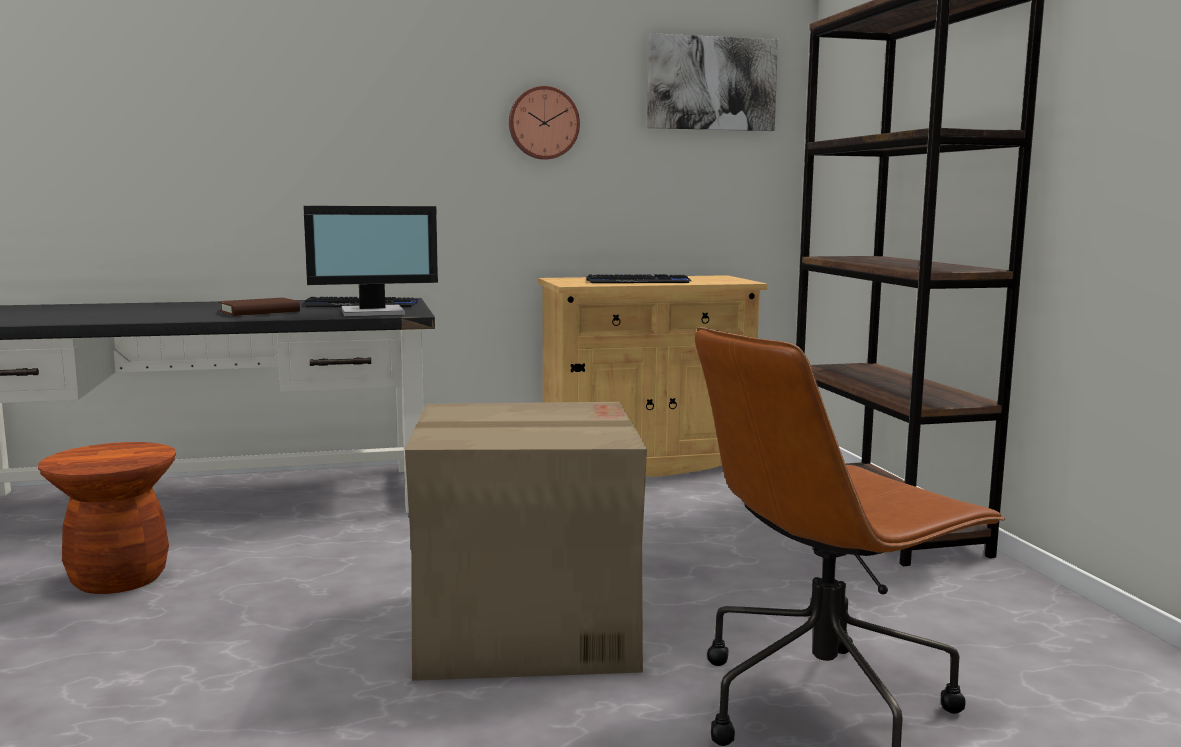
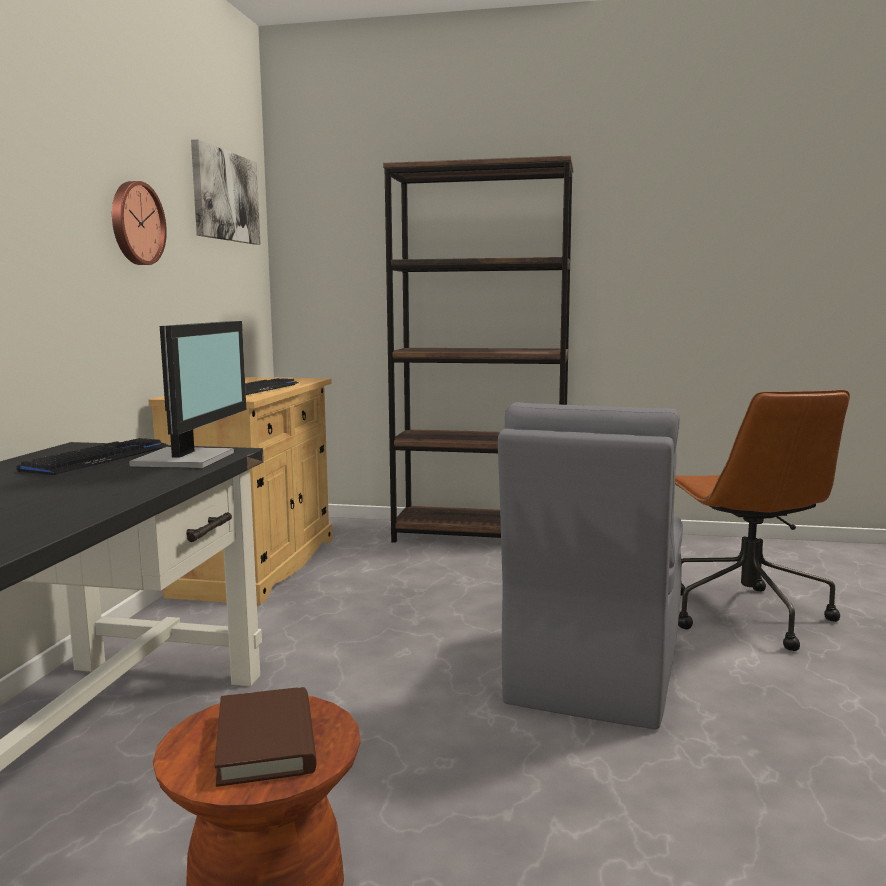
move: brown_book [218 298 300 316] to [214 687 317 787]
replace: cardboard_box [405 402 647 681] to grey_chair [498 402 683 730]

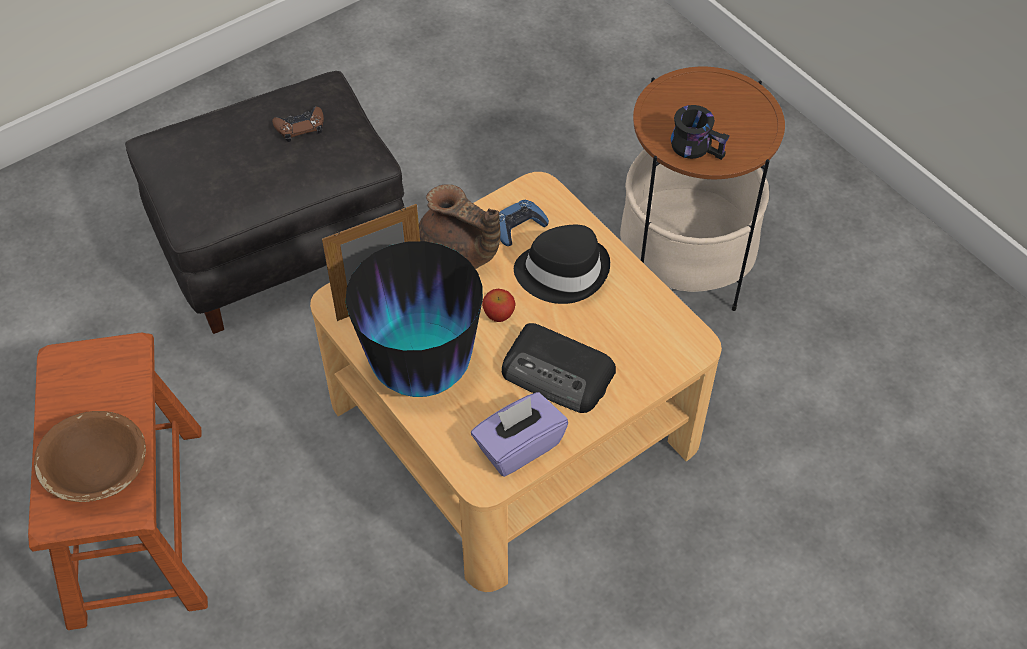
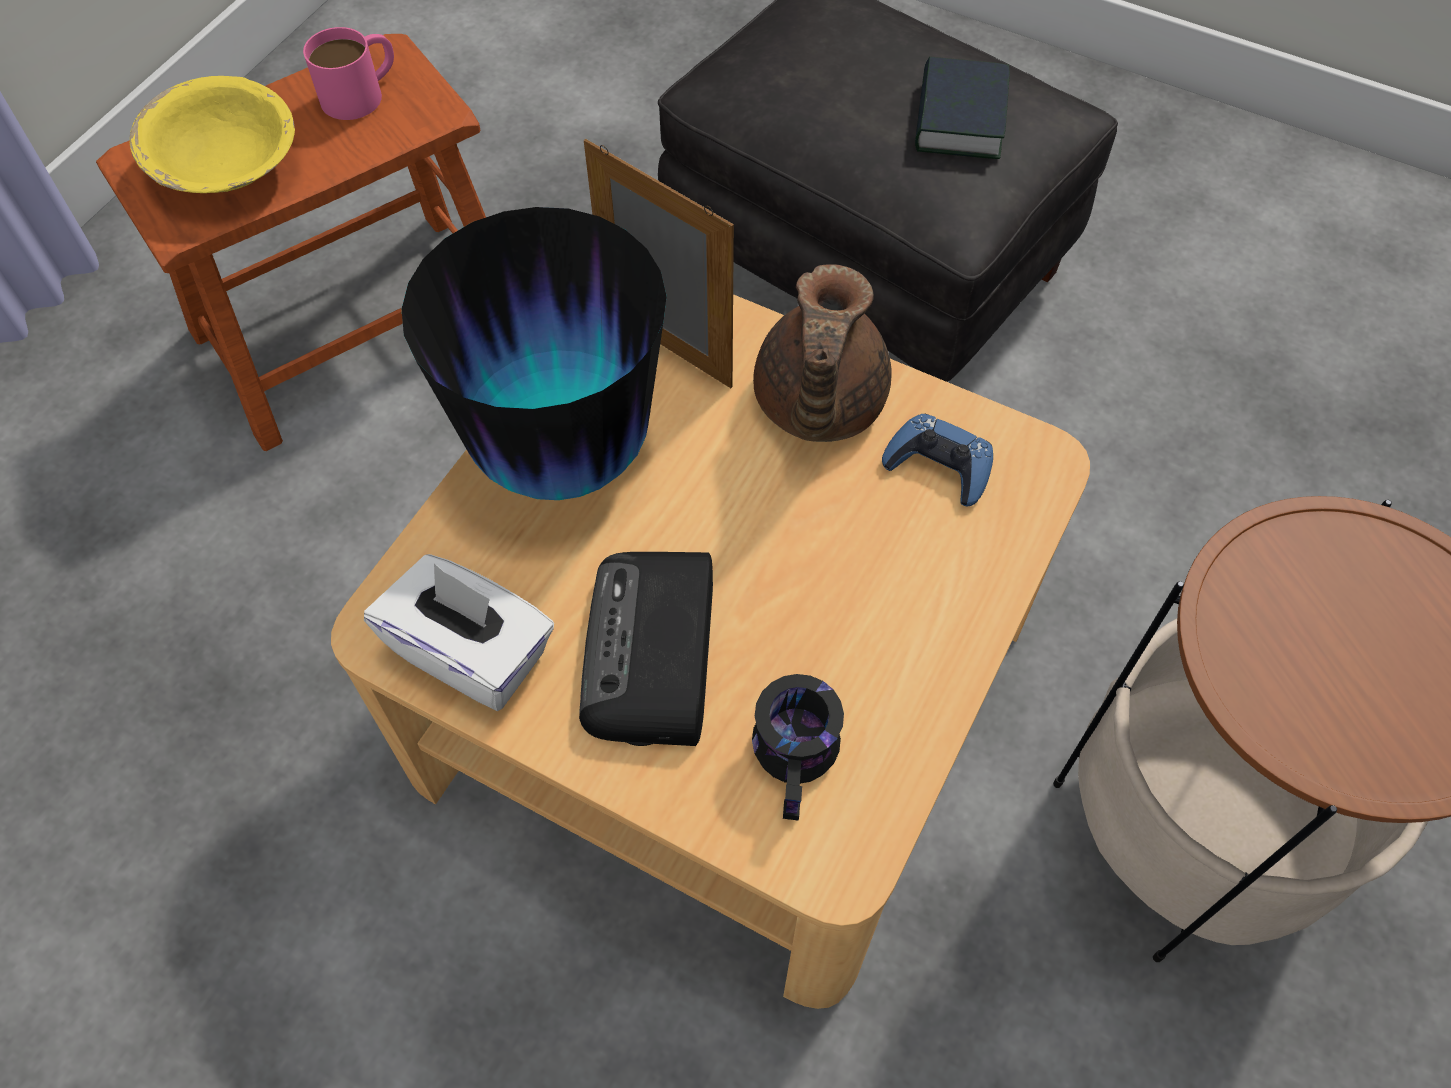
delete: apple [482 289 515 322]; black_hat [514 225 610 304]
insert: pink_mug [303 27 394 120]
move: black_mug [670 105 729 160] to [752 674 844 821]
replace: brown_game_controller [272 107 324 142] to book [915 57 1010 159]
recolor: brown_bowl [34 411 146 502] to yellow_bowl [130 76 295 193]; purple_tissue_box [471 392 568 477] to white_tissue_box [364 554 554 711]

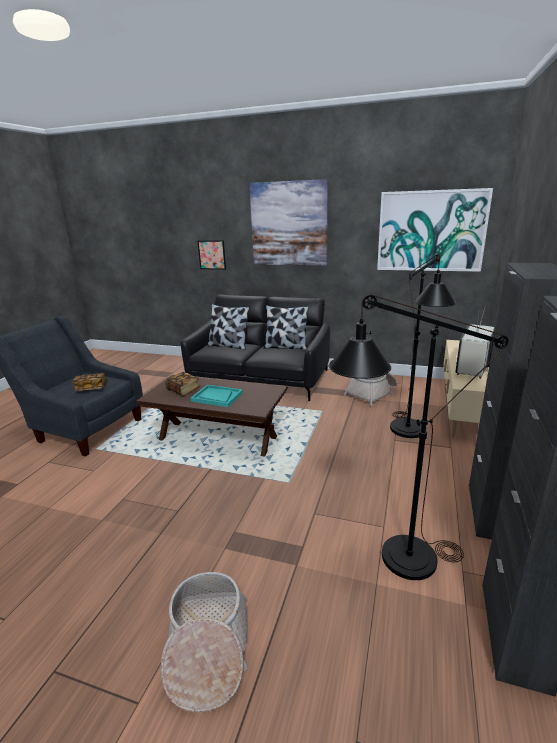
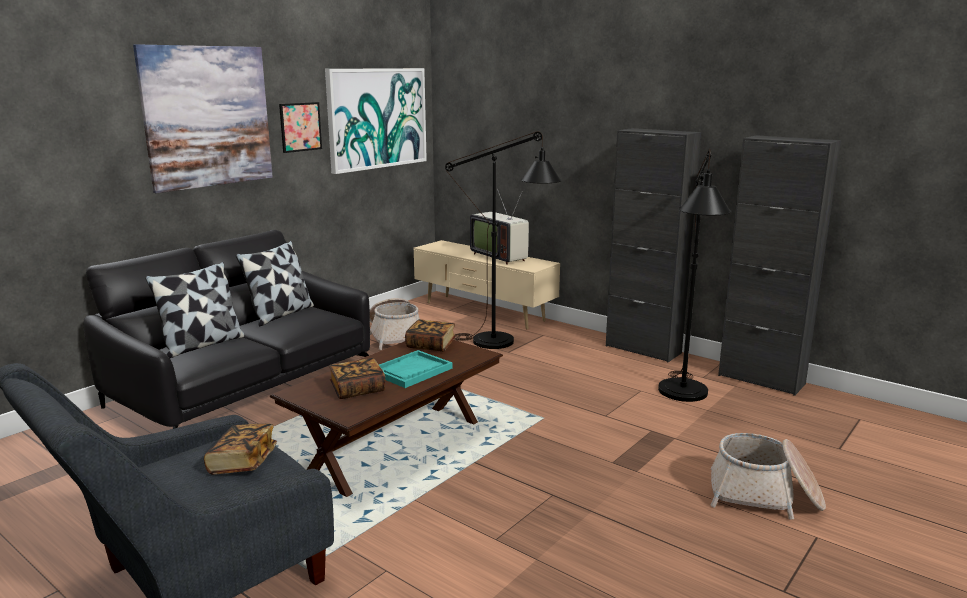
insert: book [405 319 456 352]
move: picture [197 240 226 270] to [279 102 322 153]

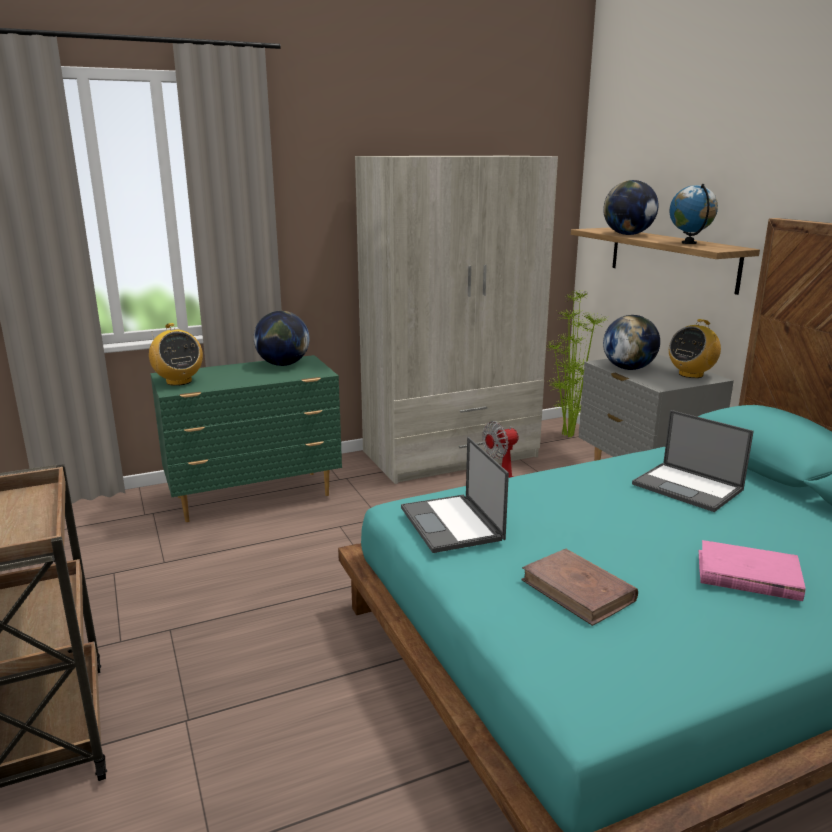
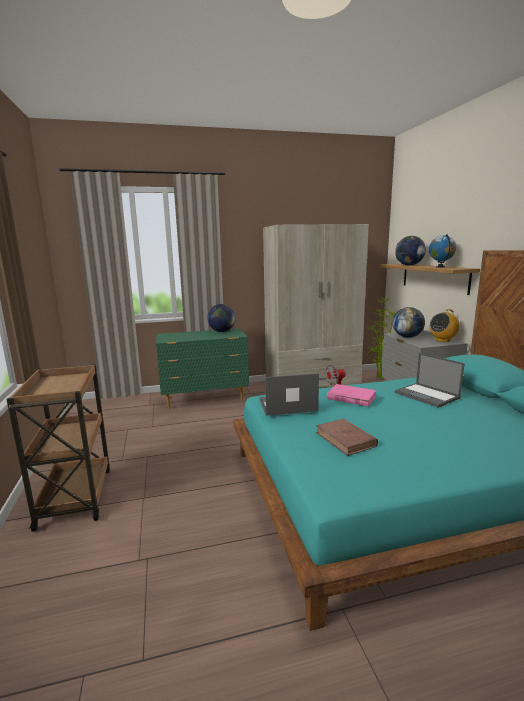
delete: radio [149 323 203 386]
move: pink_book [699 540 806 601] to [327 384 376 407]
rotate: laptop [401 437 509 553] = [259 373 319 416] 90 degrees clockwise

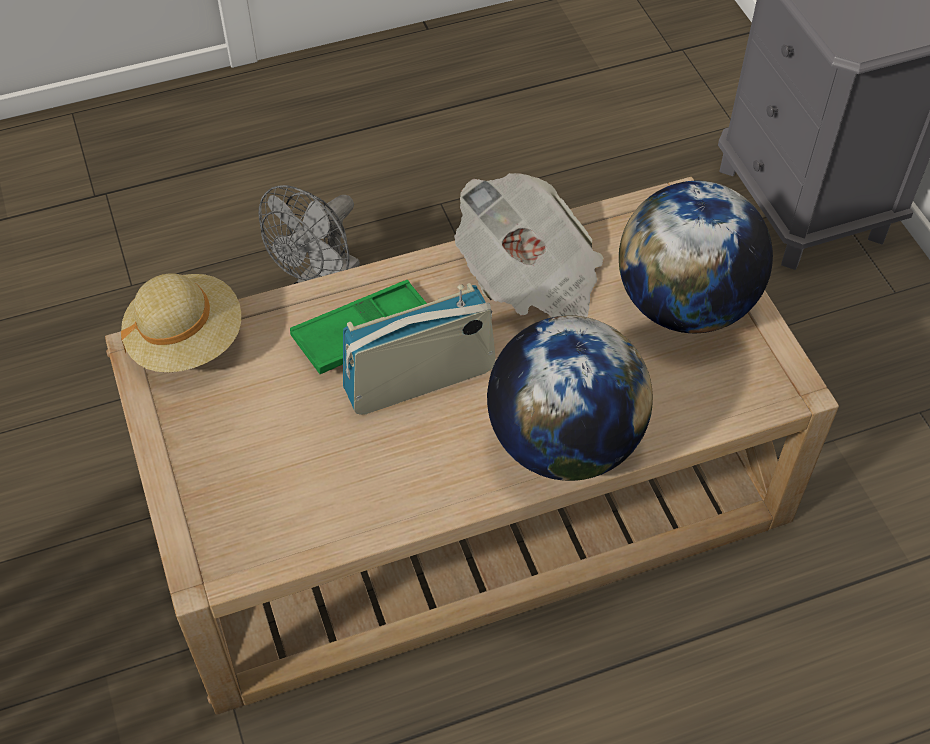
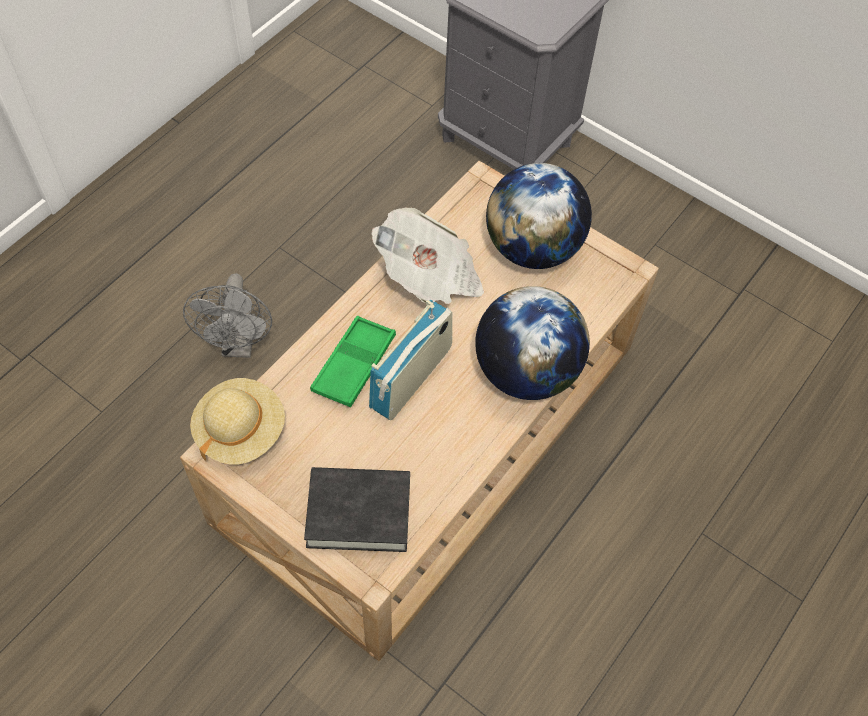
insert: black_book [304 467 410 552]

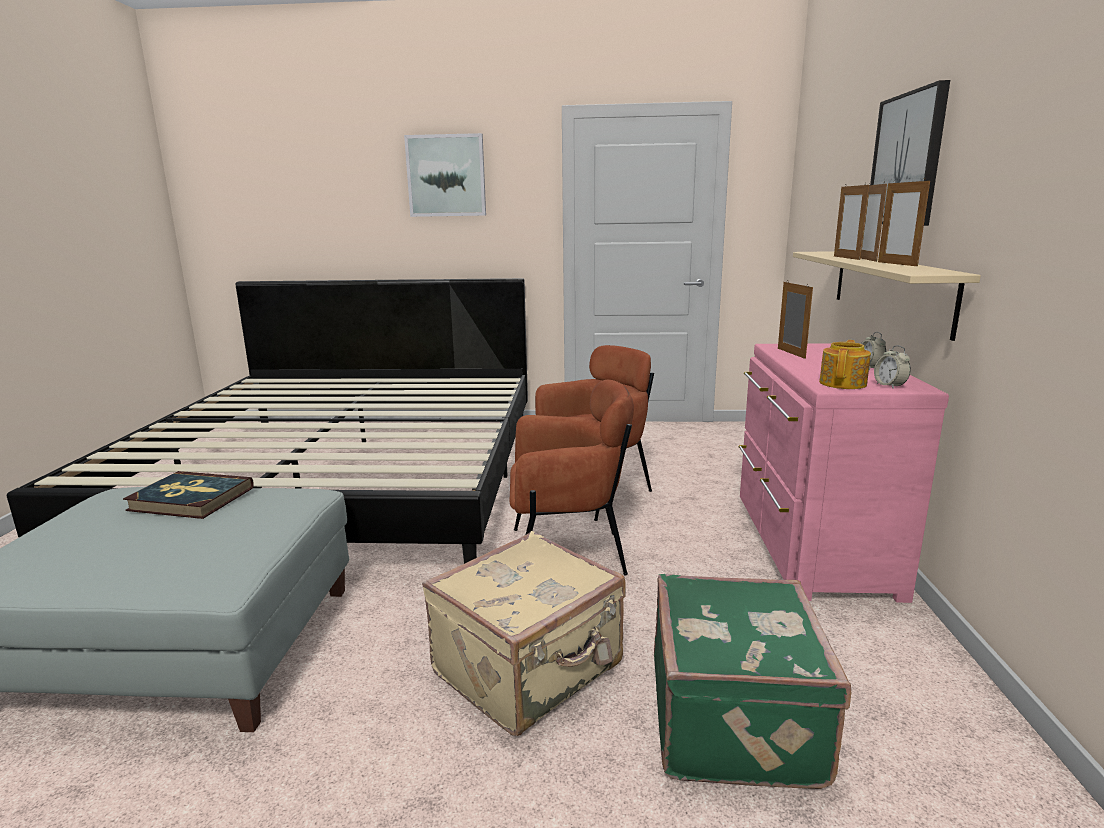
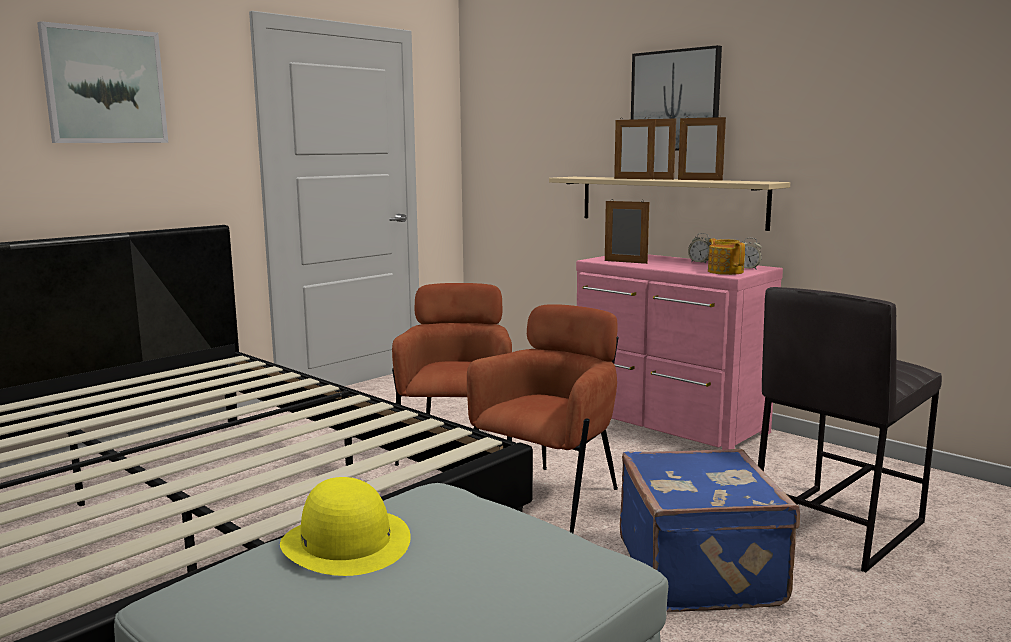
replace: book [123 471 254 519] to yellow_hat [280 477 411 576]; green_suitcase [654 574 851 789] to grey_stool [758 287 942 572]
recolor: beige_suitcase [422 531 626 736] to blue_suitcase [620 449 800 612]

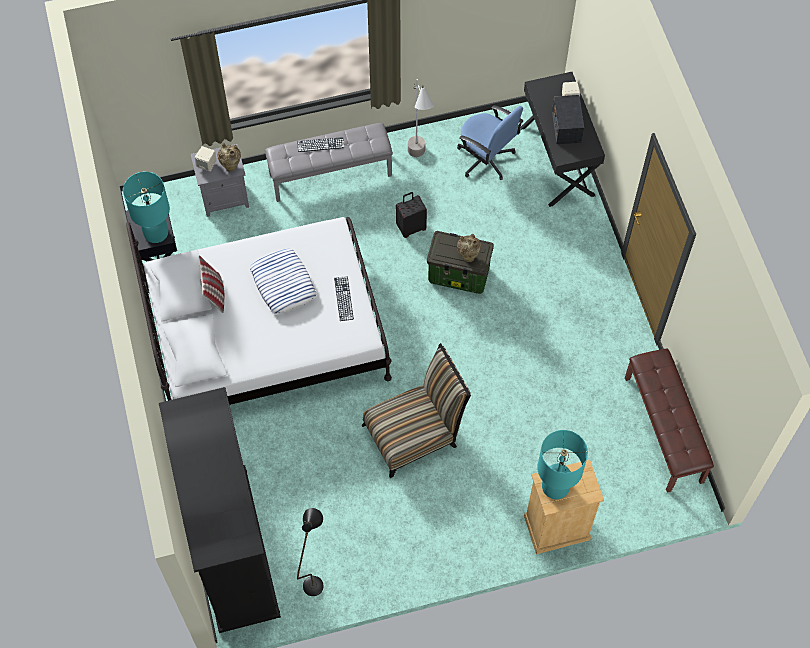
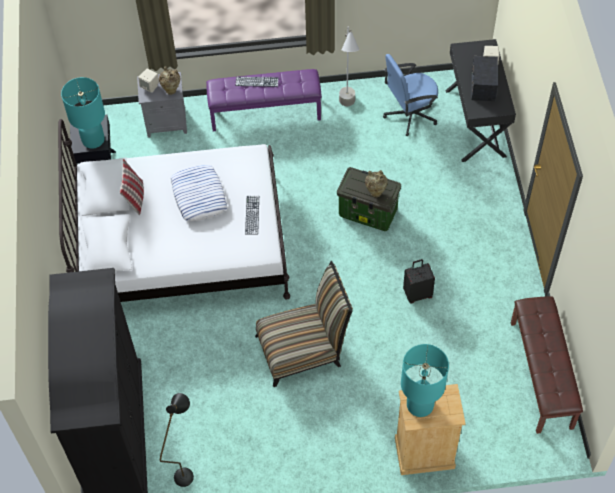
move: black_suitcase [396 192 427 238] to [403 259 435 303]
recolor: grey_bench [265 123 393 202] to purple_bench [206 69 322 132]
rotate: blue_office_chair [457 105 523 180] = [383 54 438 136] 105 degrees clockwise

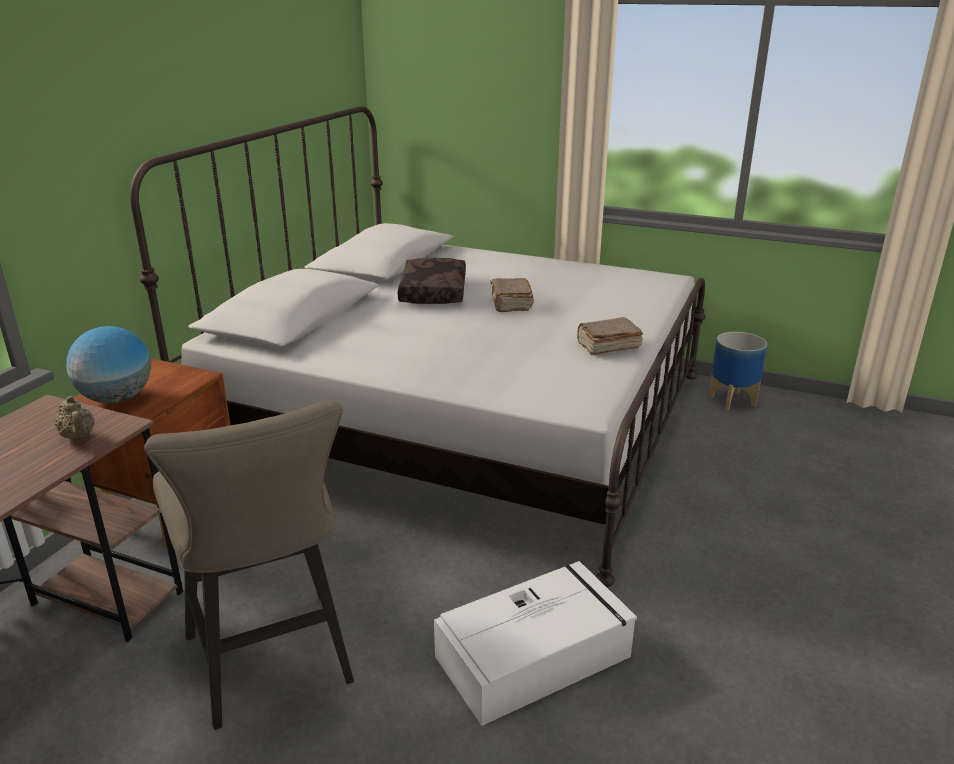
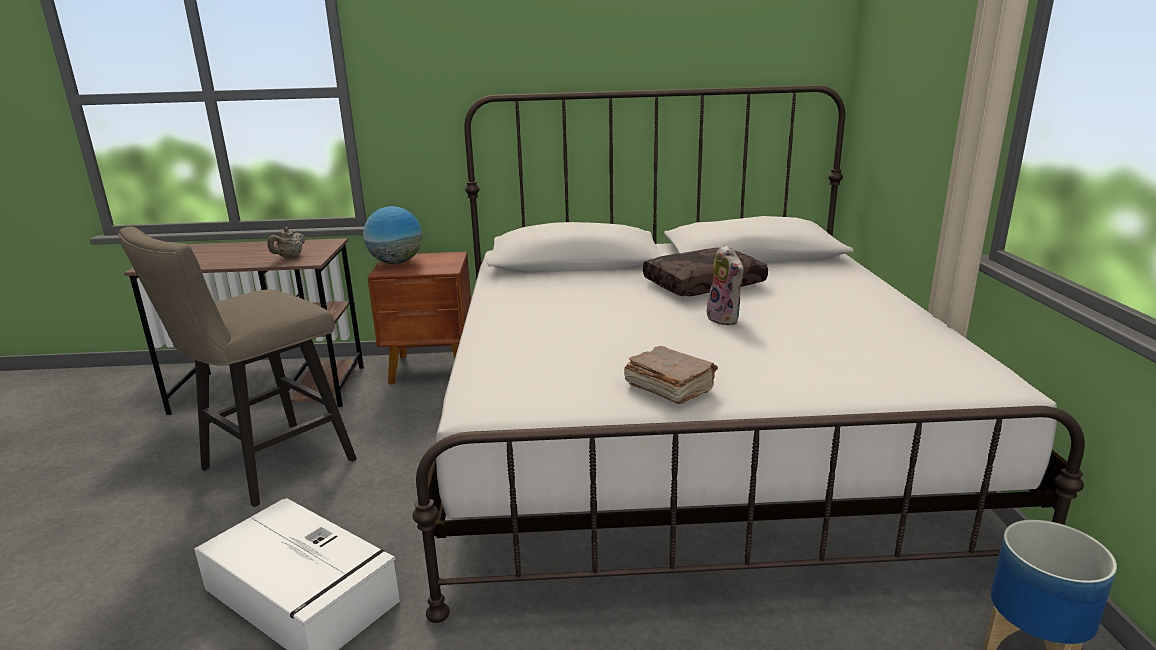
replace: brown_book [490 278 534 312] to plush_toy [707 244 744 325]

